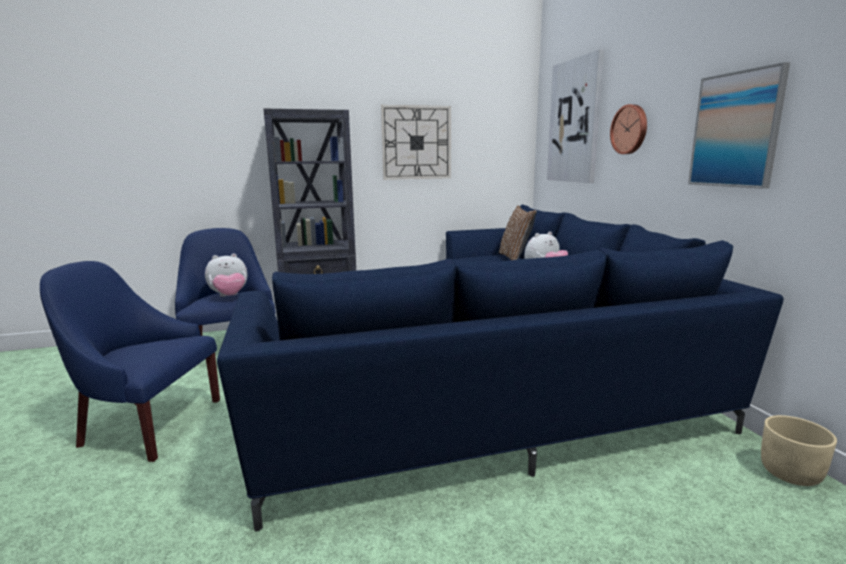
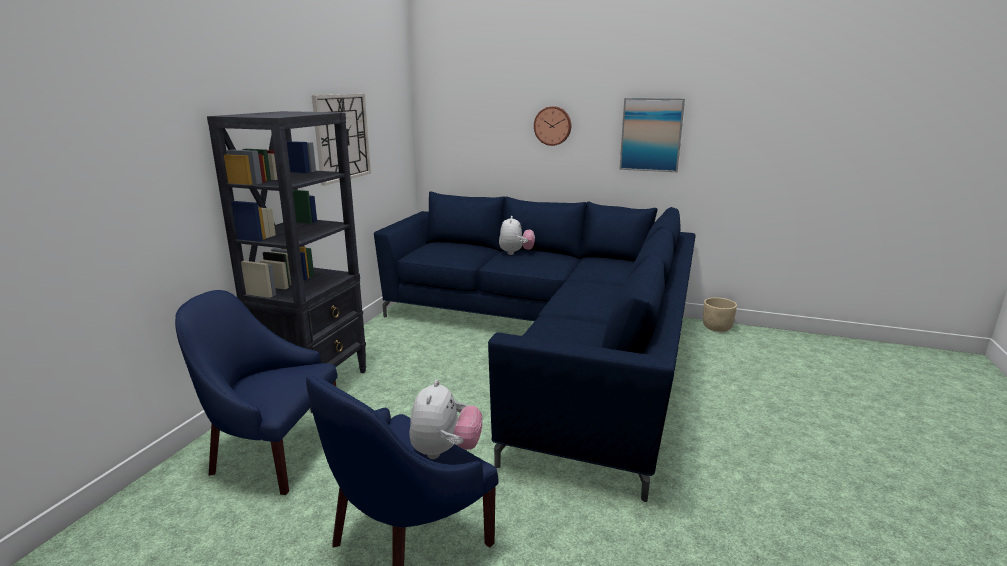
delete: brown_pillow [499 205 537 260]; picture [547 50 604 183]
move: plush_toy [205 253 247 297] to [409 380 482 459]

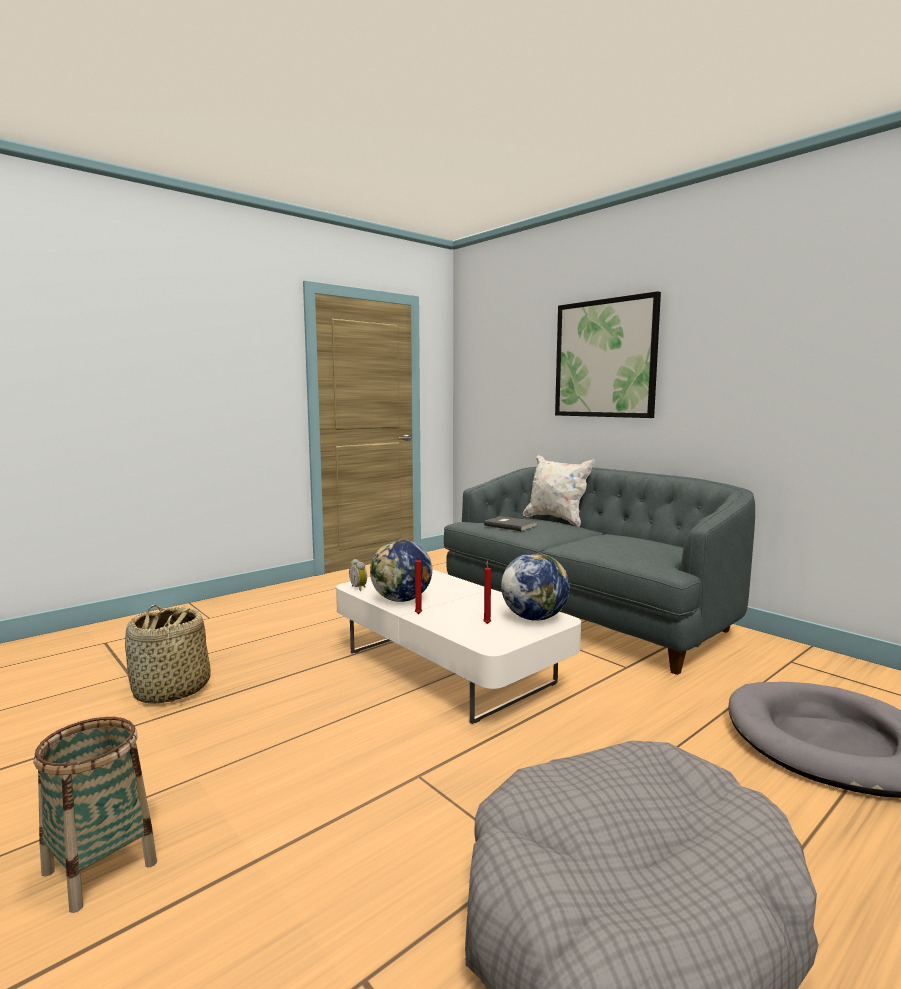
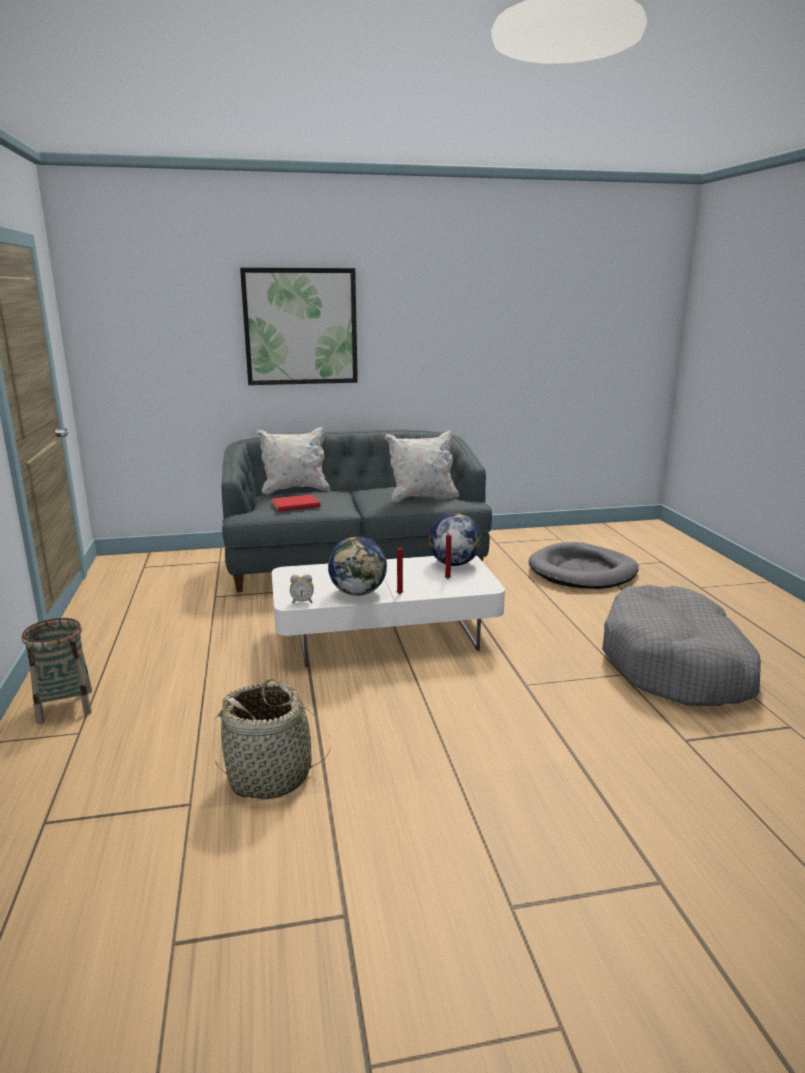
insert: white_pillow [385 430 459 502]
move: basket [34 717 157 913] to [22 618 92 724]
recolor: grey_book [484 516 538 531] to red_book [271 494 321 512]

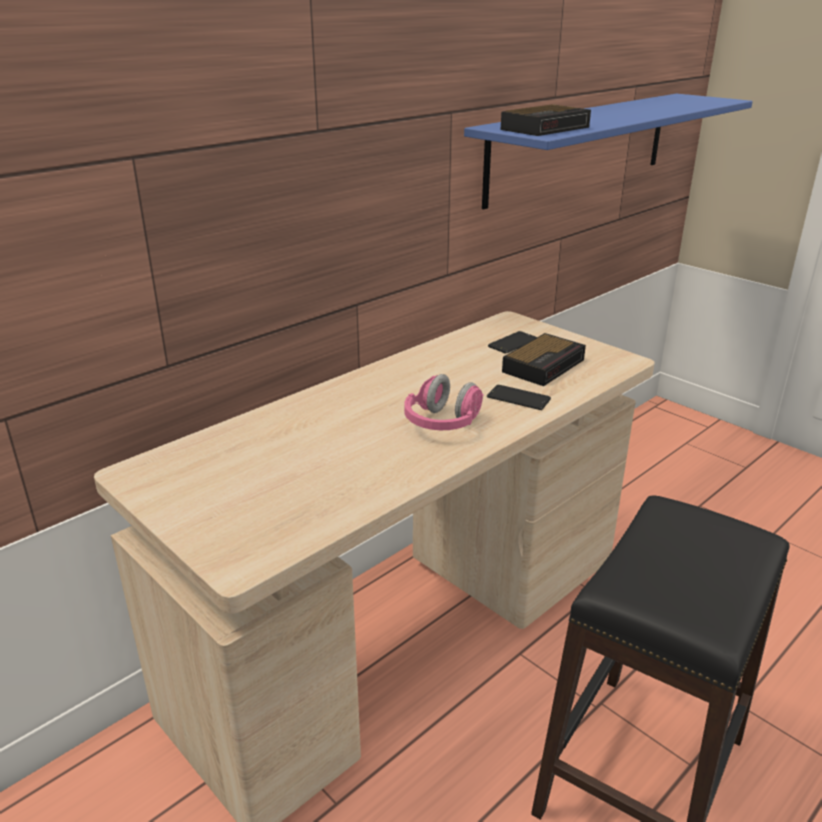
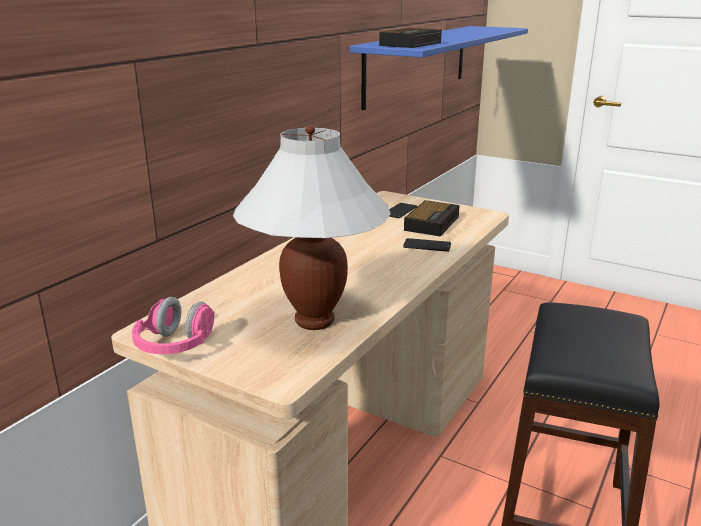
insert: white_table_lamp [233 126 391 330]
move: pink_headphones [404 374 484 430] to [132 297 215 354]

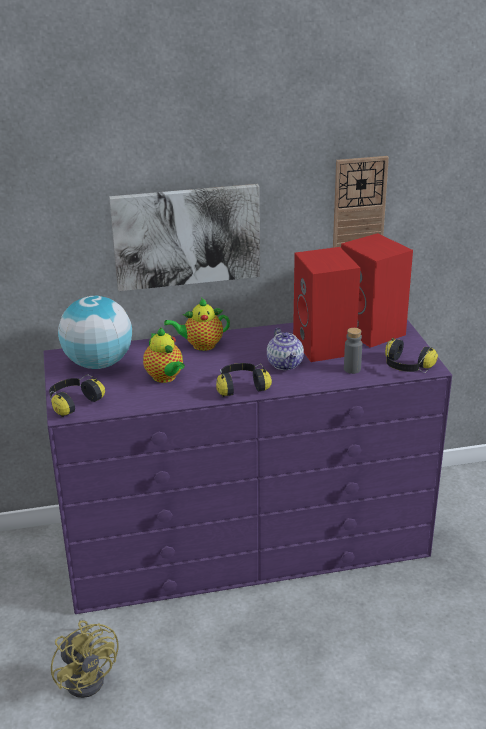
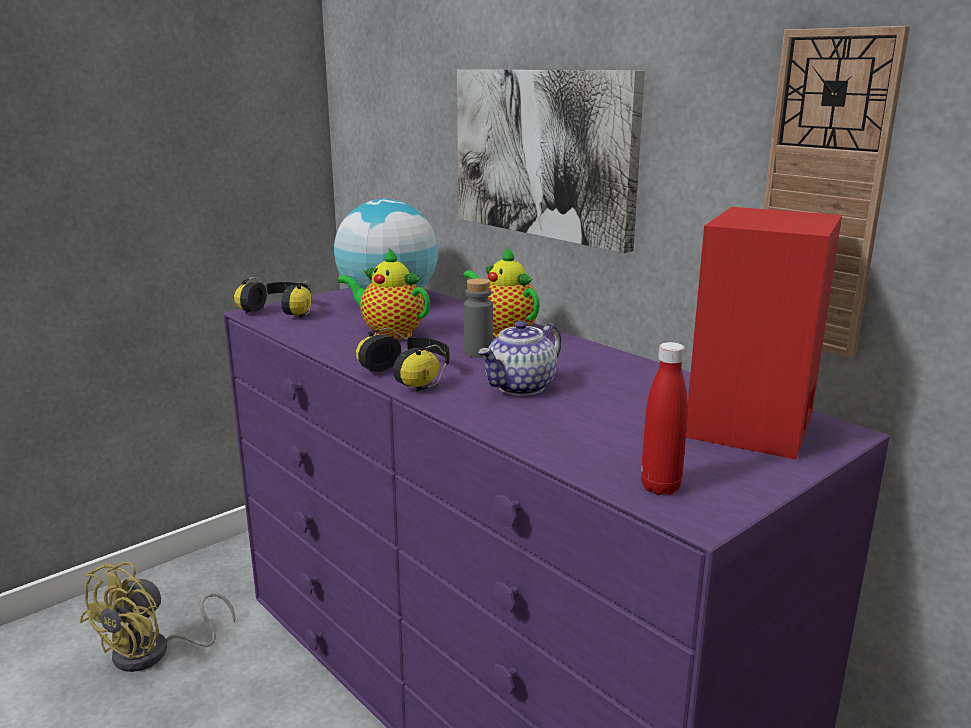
delete: red_speaker [293 247 360 362]
move: grey_bottle [344 328 362 374] to [464 278 493 358]
replace: headphones [385 337 438 373] to red_bottle [641 342 688 495]
rotate: teapot [143 328 185 383] = [337 247 430 340] 90 degrees clockwise

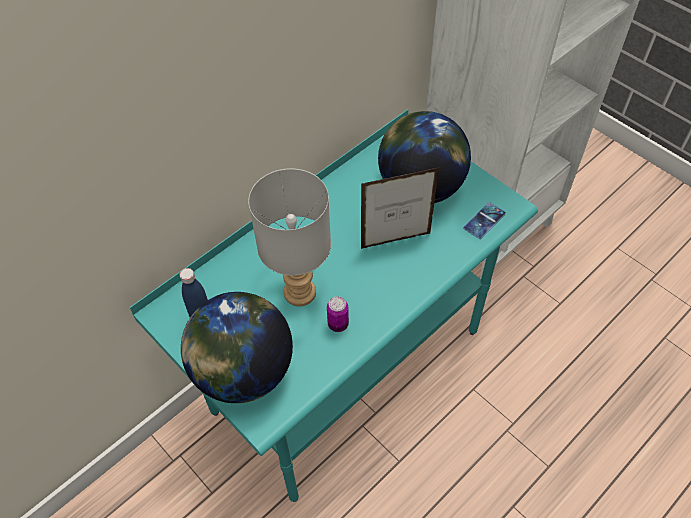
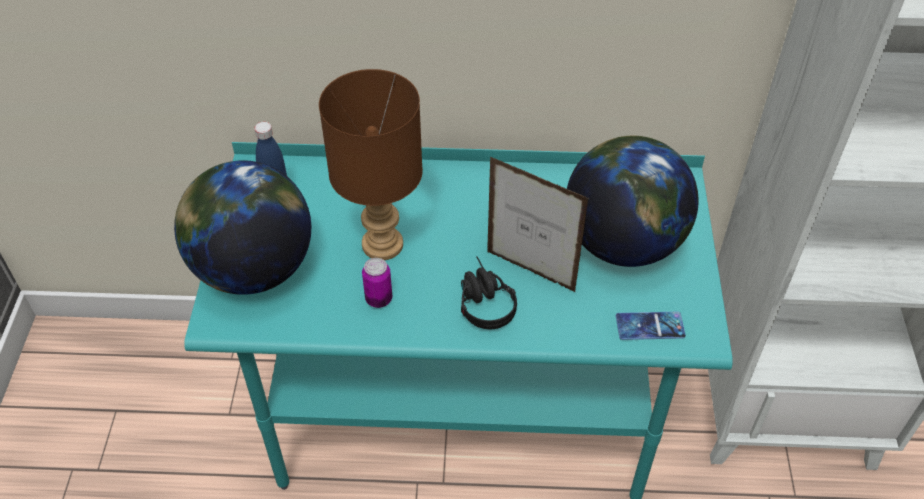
insert: black_headphones [461 256 517 329]
recolor: grey_table_lamp [248 168 331 306] to brown_table_lamp [319 69 423 260]

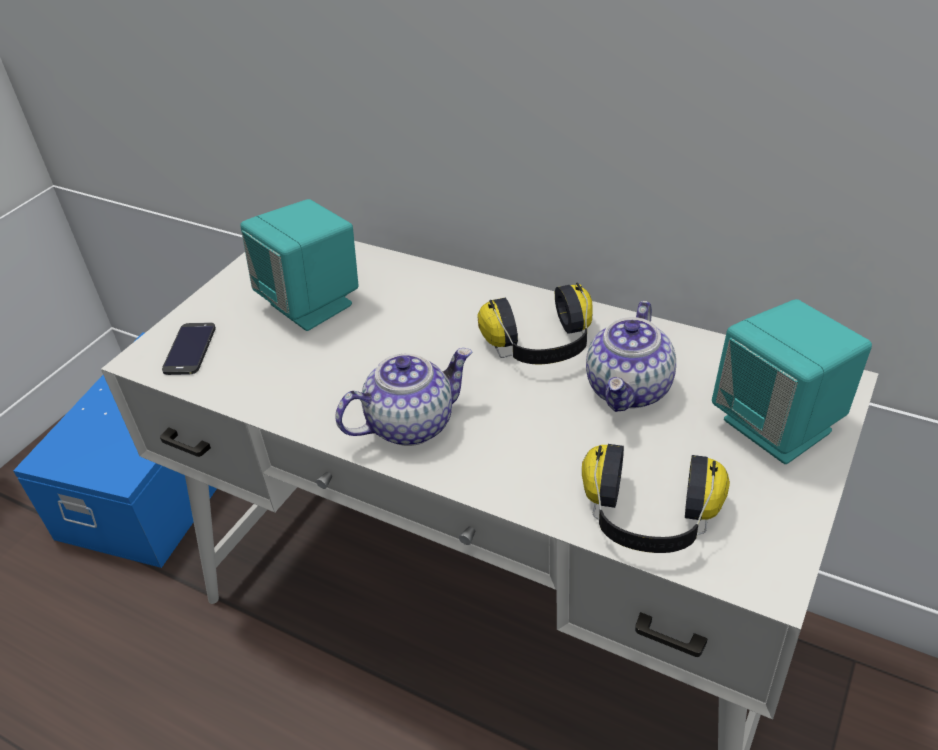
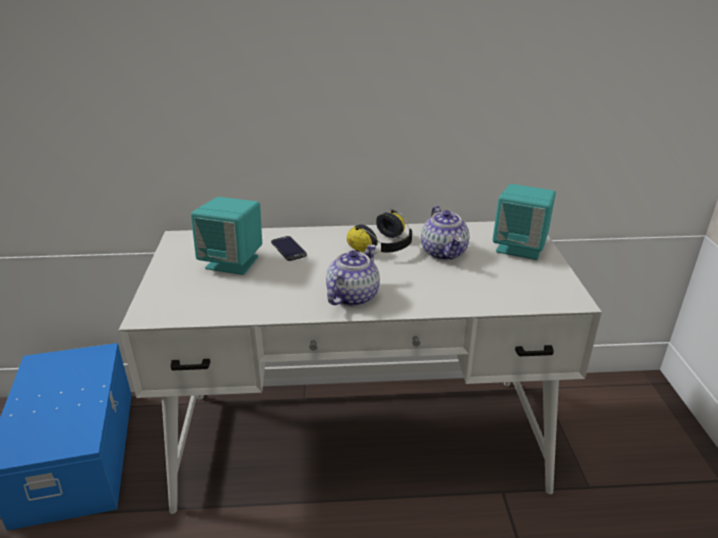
delete: headphones [582 444 730 553]
move: phone [162 322 216 375] to [271 236 307 261]

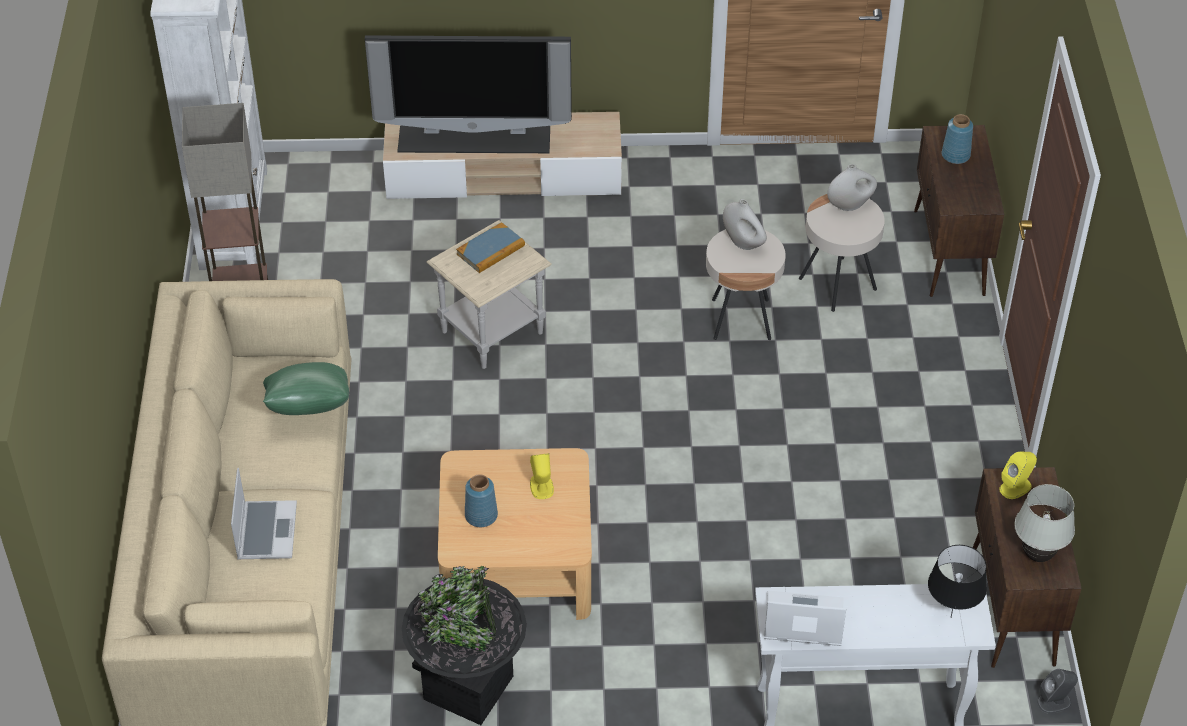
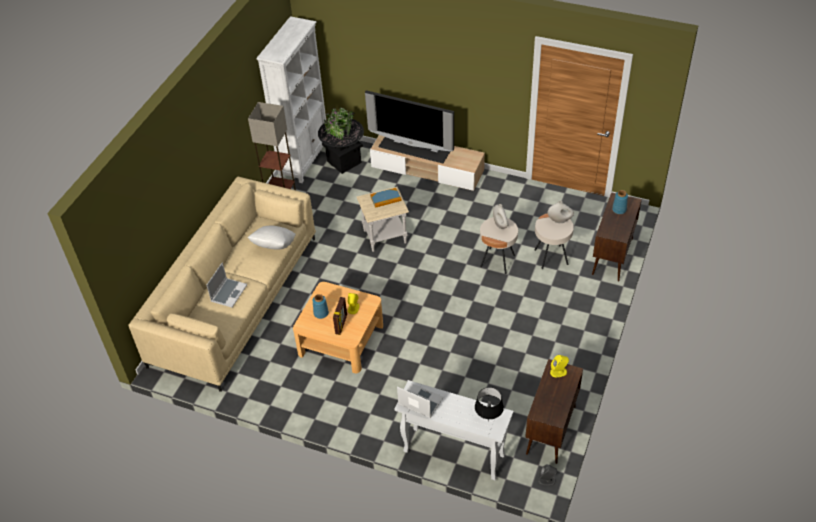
delete: white_table_lamp [1014 484 1075 562]
insert: picture_frame [333 297 347 335]
move: black_planter [402 566 527 725] to [318 107 364 174]
recolor: green_pillow [263 362 349 415] to white_pillow [248 226 296 250]

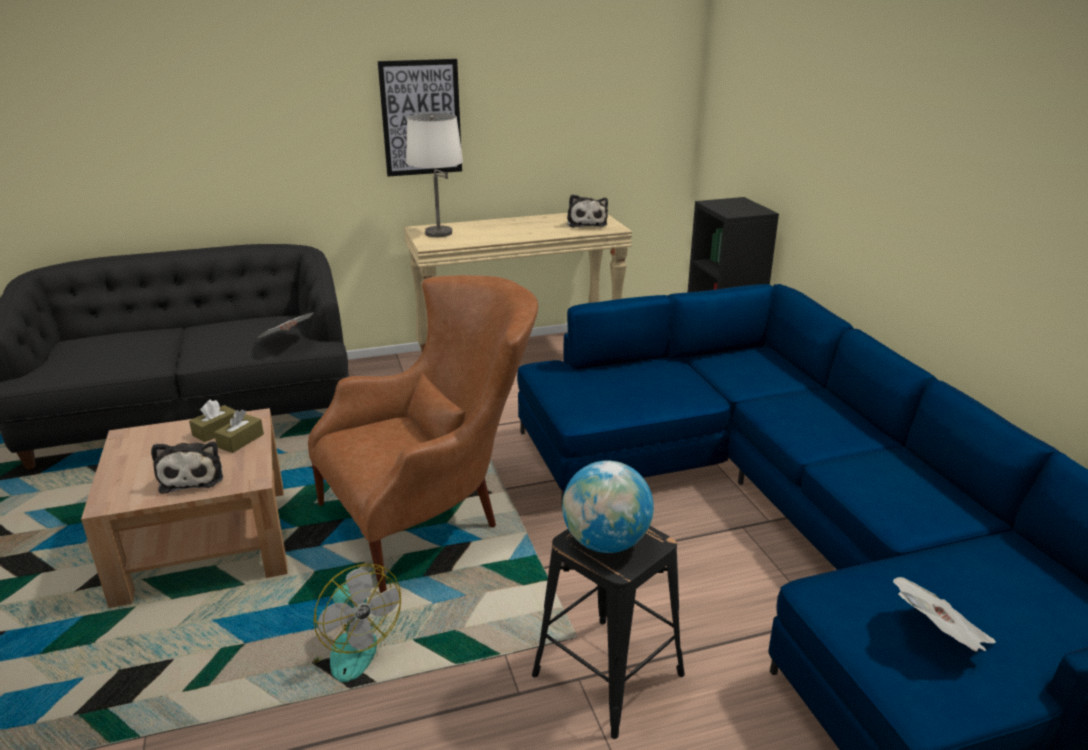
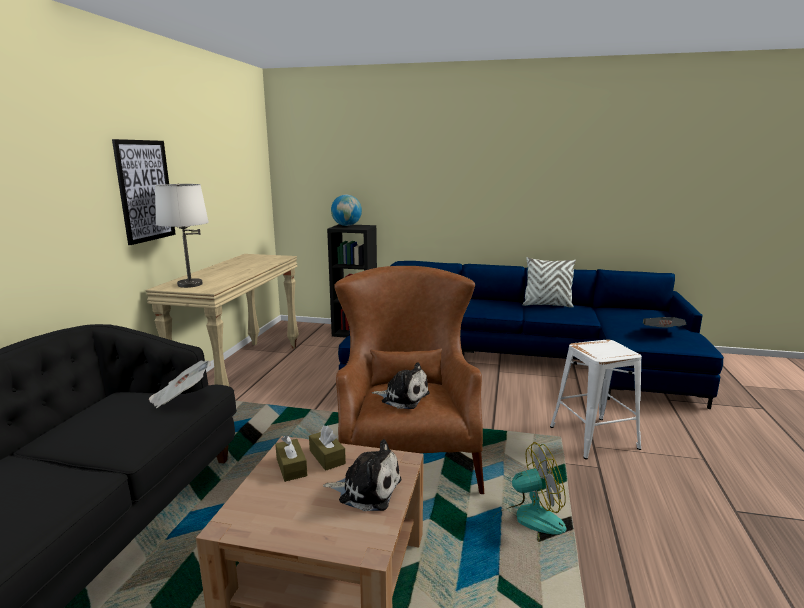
insert: white_pillow [523 257 576 308]
move: globe [562 460 654 553] to [331 195 362 226]; plush_toy [567 194 608 228] to [372 362 430 409]
recolor: black_stool [532 526 685 739] to white_stool [550 340 642 460]

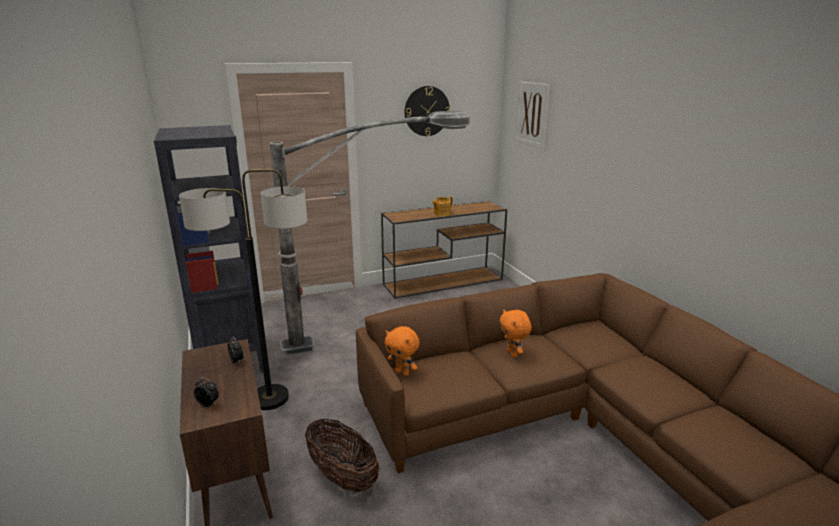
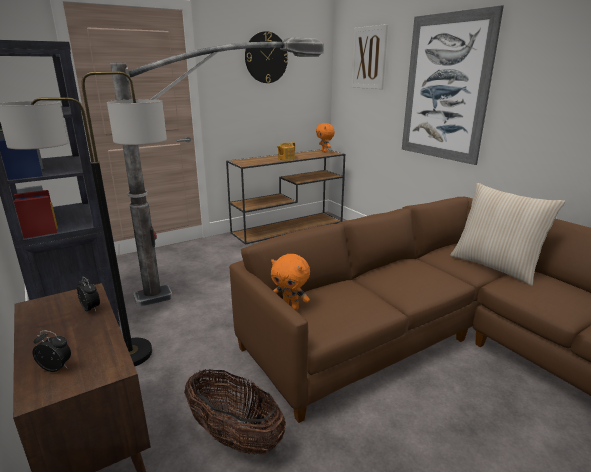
insert: picture [402 5 504 165]; beige_pillow [450 183 565 286]
move: orange_plush_toy [500 309 532 358] to [316 123 335 152]

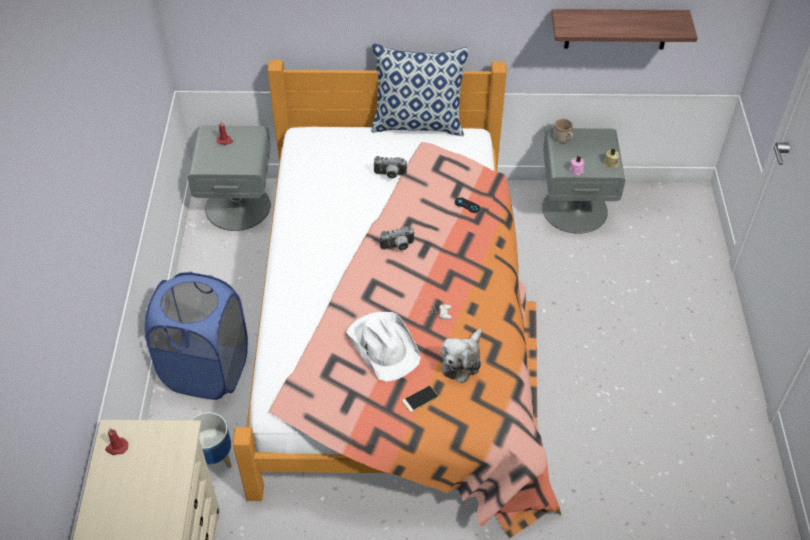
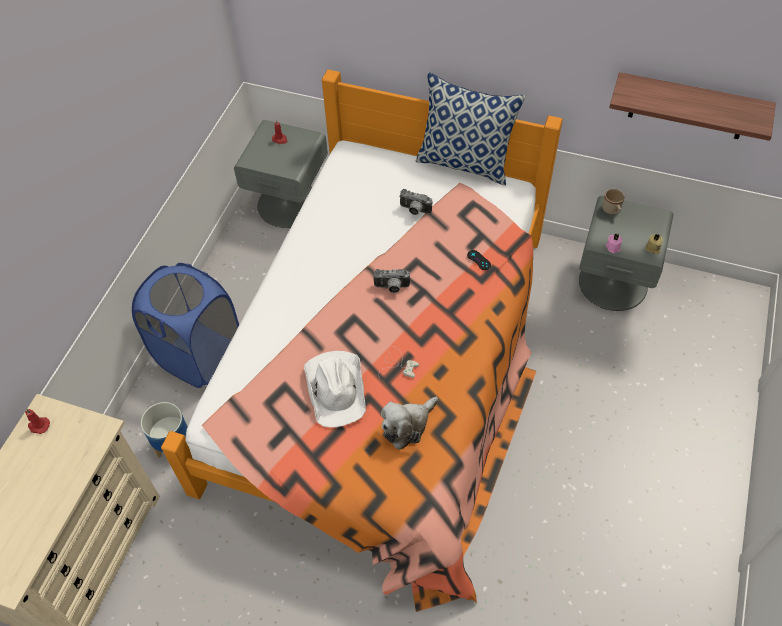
delete: phone [402 385 439 412]

